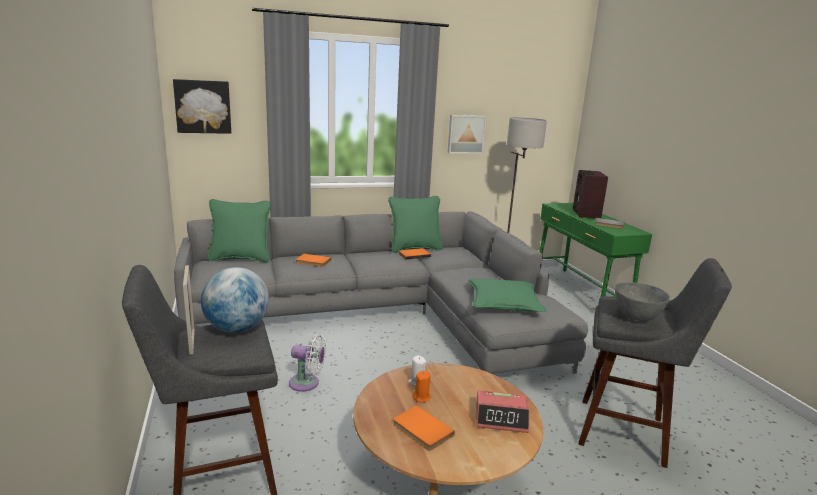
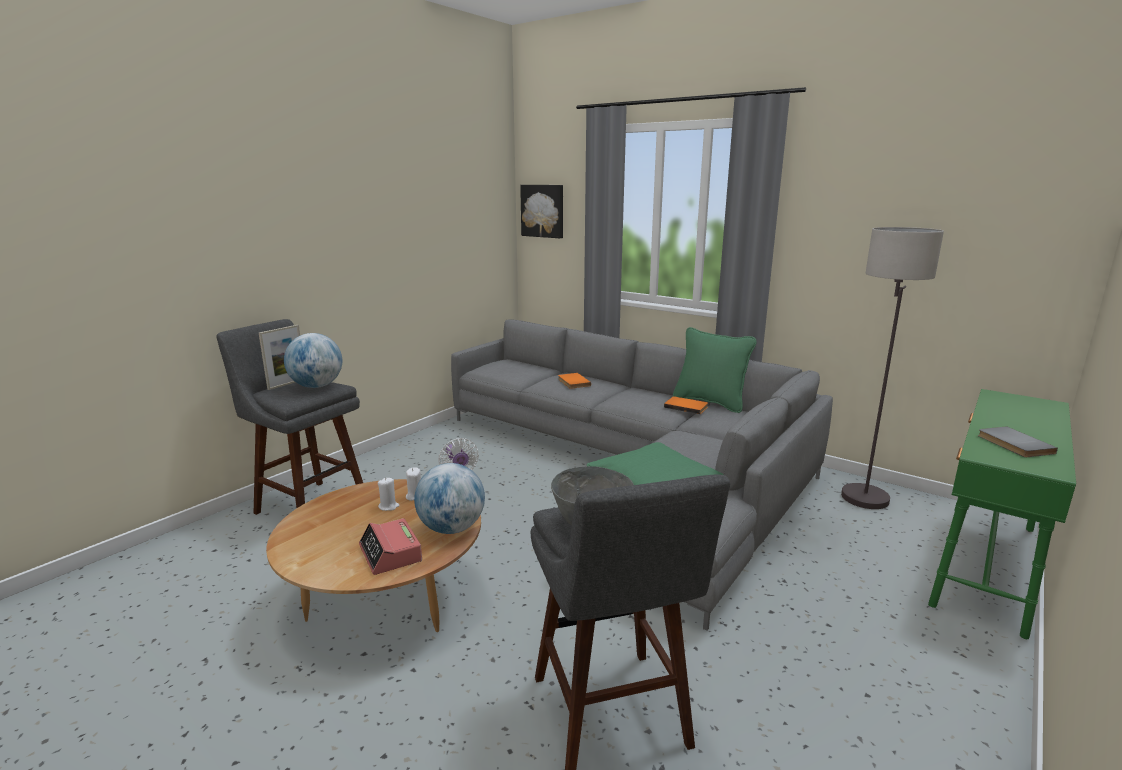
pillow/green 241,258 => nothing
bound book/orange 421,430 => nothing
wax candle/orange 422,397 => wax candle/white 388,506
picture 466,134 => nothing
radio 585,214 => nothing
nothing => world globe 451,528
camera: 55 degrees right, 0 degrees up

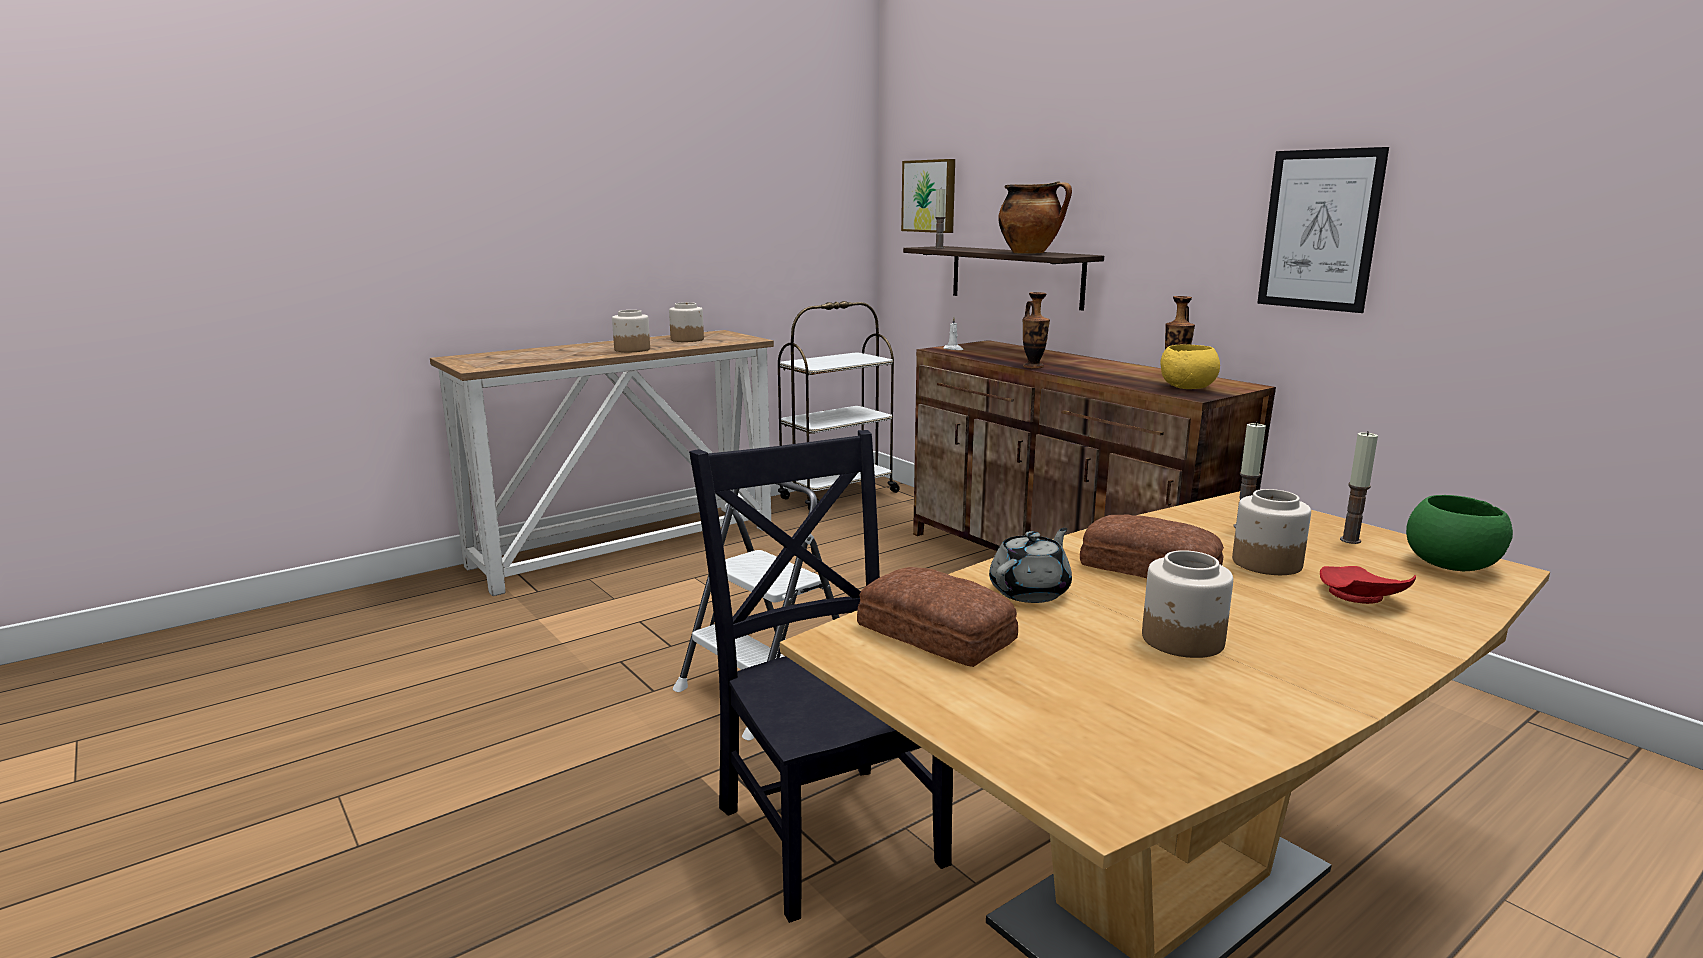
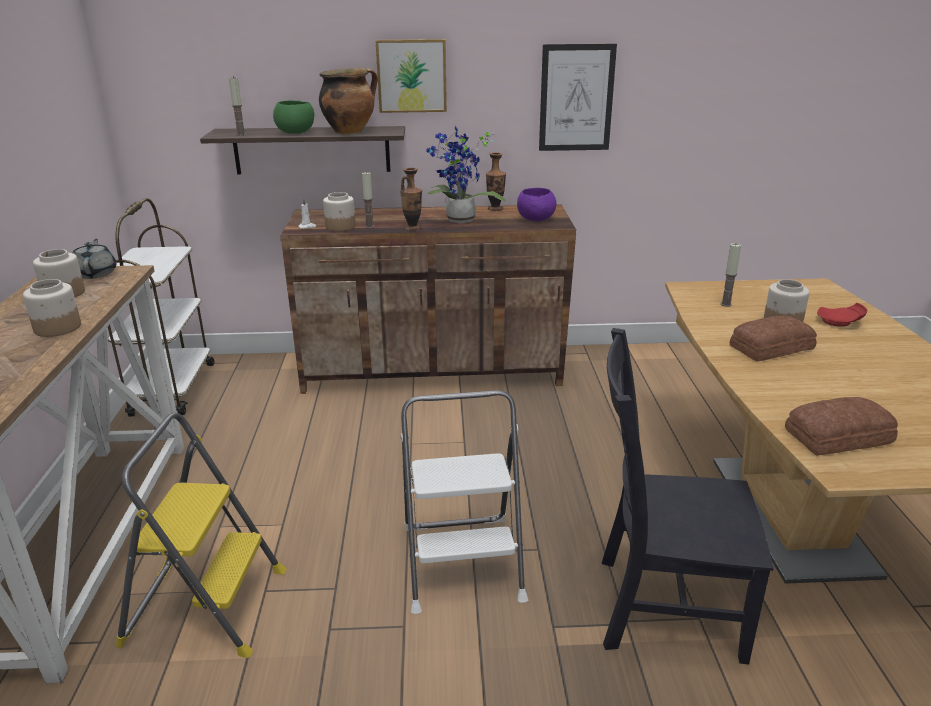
picture 930,196 => picture 412,75, move
pot for tea/gray 1030,591 => pot for tea/gray 96,273, move
storage jar 1183,640 => storage jar 341,227, move
serving bowl/yellowish 1186,387 => serving bowl/purplish 535,219
wax candle 1350,540 => wax candle 369,226, move
serving bowl/green 1452,566 => serving bowl/green 296,132, move
nothing => step stool/yellowish 199,605
nothing => plant in a pot 459,221
camera: 55 degrees left, 10 degrees up

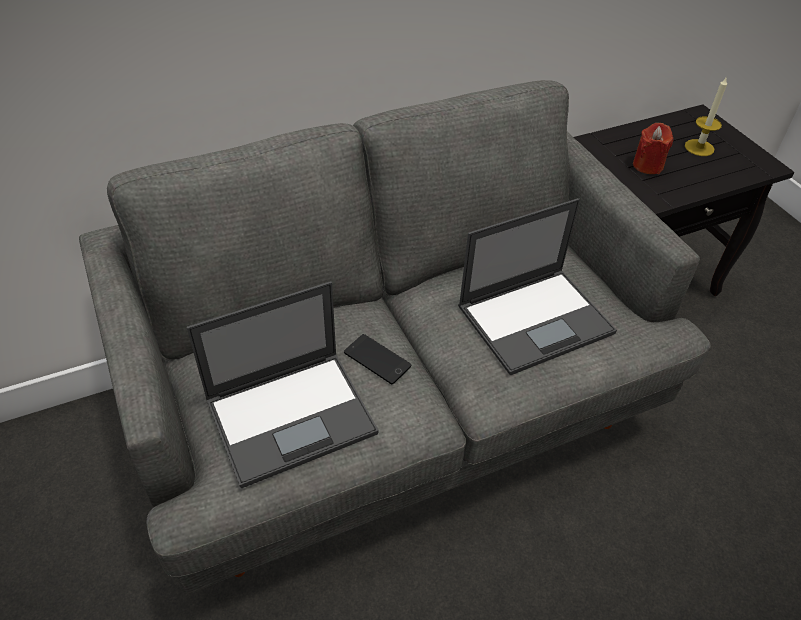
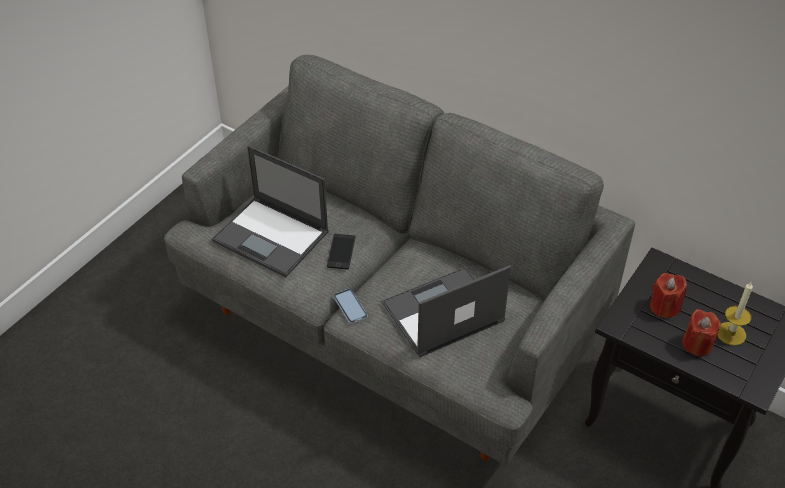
portable computer 536,319 => portable computer 441,313, 120 degrees clockwise
nothing => handset 350,307
nothing => wax candle/reddish 697,344
camera: 60 degrees right, 0 degrees up

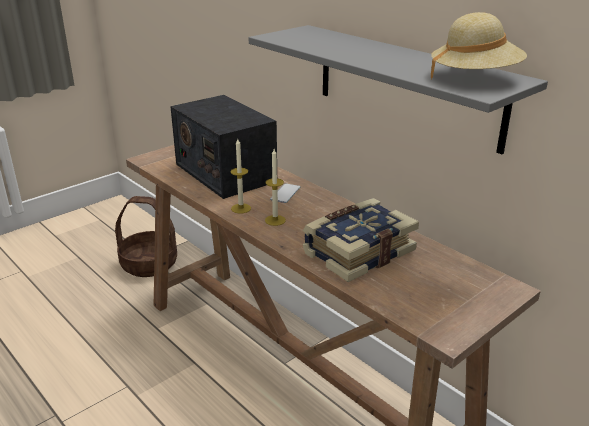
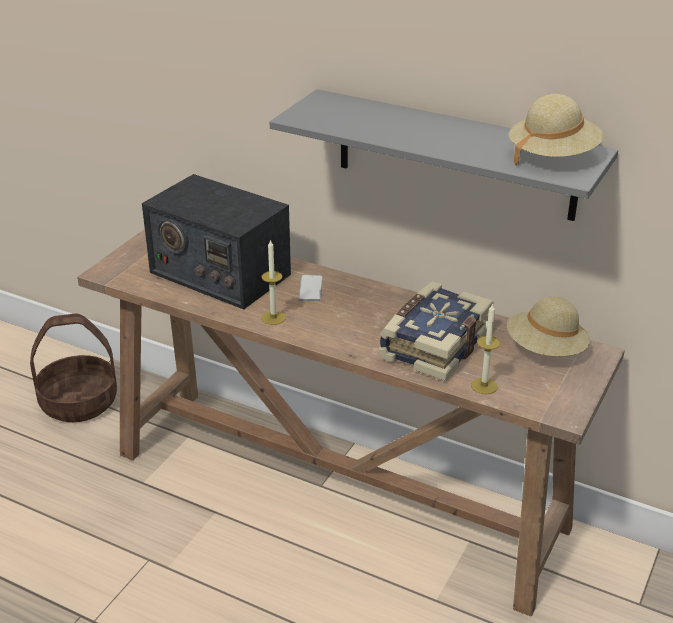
wax candle 275,220 => wax candle 484,386, move
nothing => hat/beige 545,350
camera: 20 degrees left, 5 degrees up

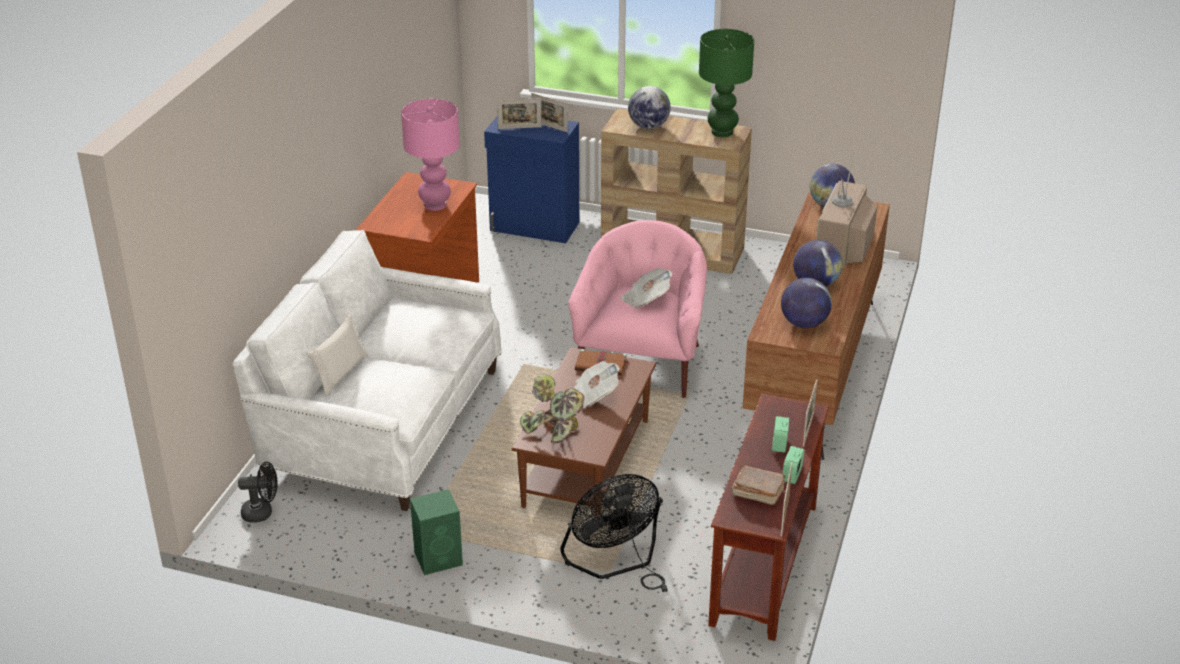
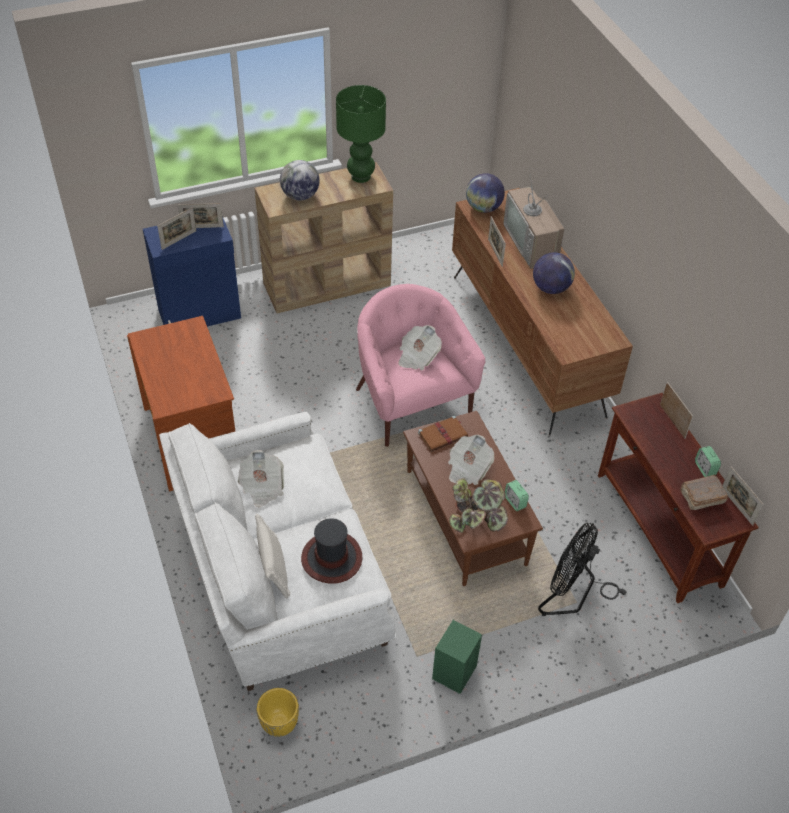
electric fan/black 262,512 => planter/yellowish 279,723
lamp for a table/pink-coloured 435,205 => nothing
alarm clock 779,445 => alarm clock 515,502, move
world globe 804,323 => nothing
nothing => printed paper 262,487
nothing => hat 332,558
nothing => photo frame 495,253
camera: 40 degrees left, 15 degrees up

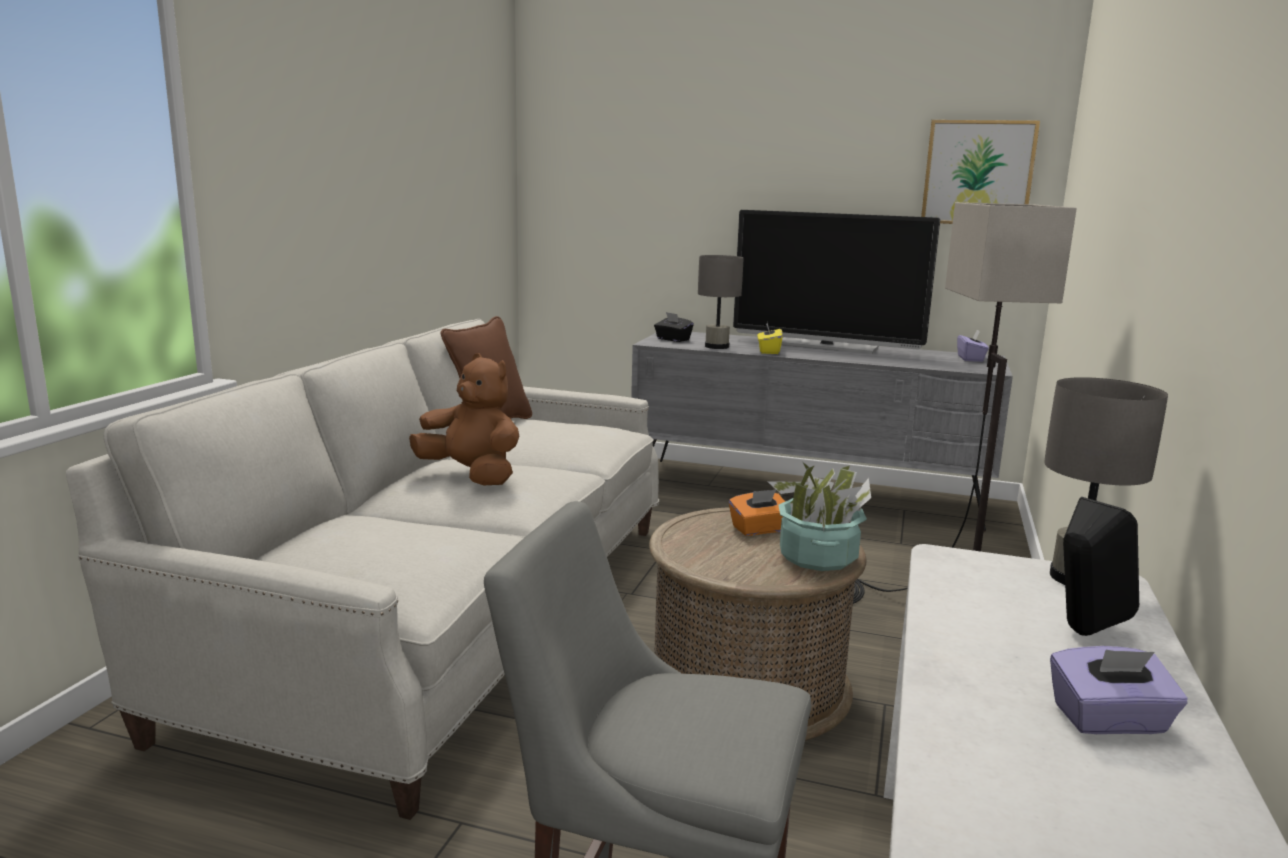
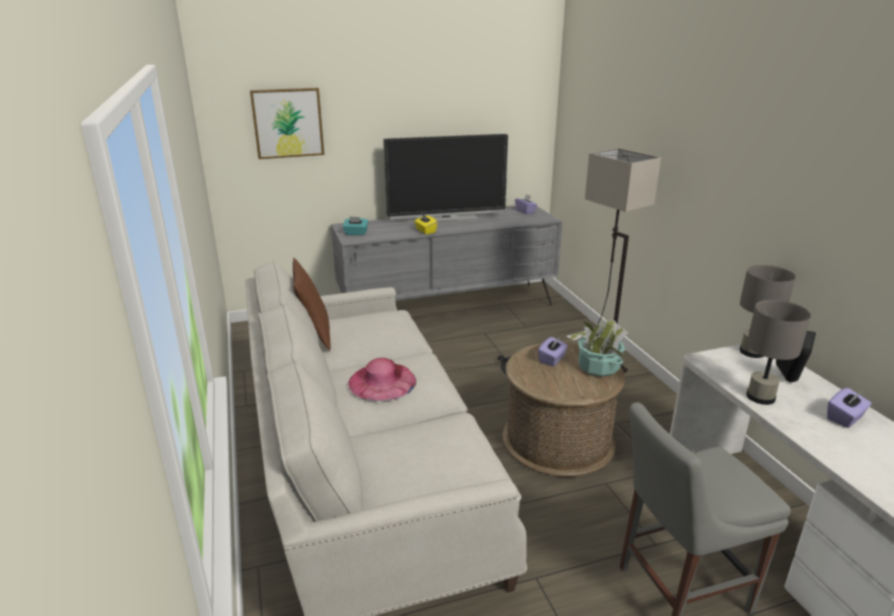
plush toy/brown 472,475 => hat/pink-coloured 382,381
tissue box/black 672,339 => tissue box/turquoise-coloured 356,233
lamp for a table/gray 716,346 => lamp for a table/gray 759,397, move
tissue box/orange 759,529 => tissue box/purplish 552,359
picture 978,173 => picture 288,123, move
camera: 35 degrees left, 10 degrees up

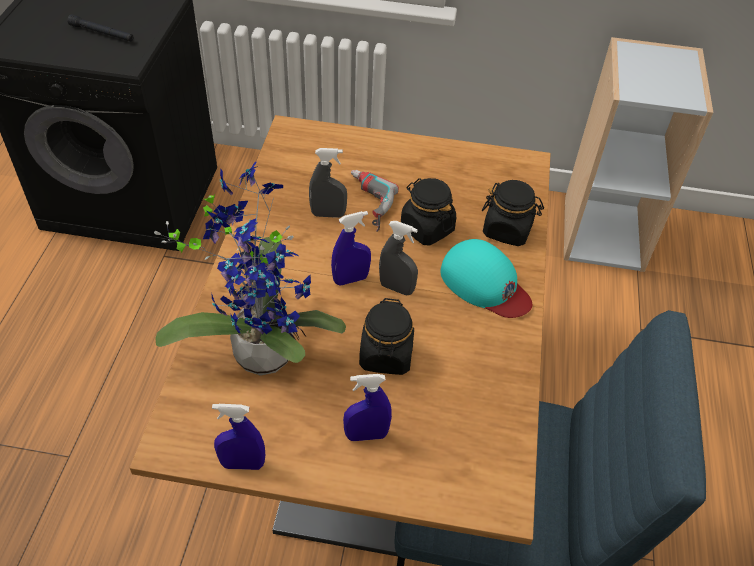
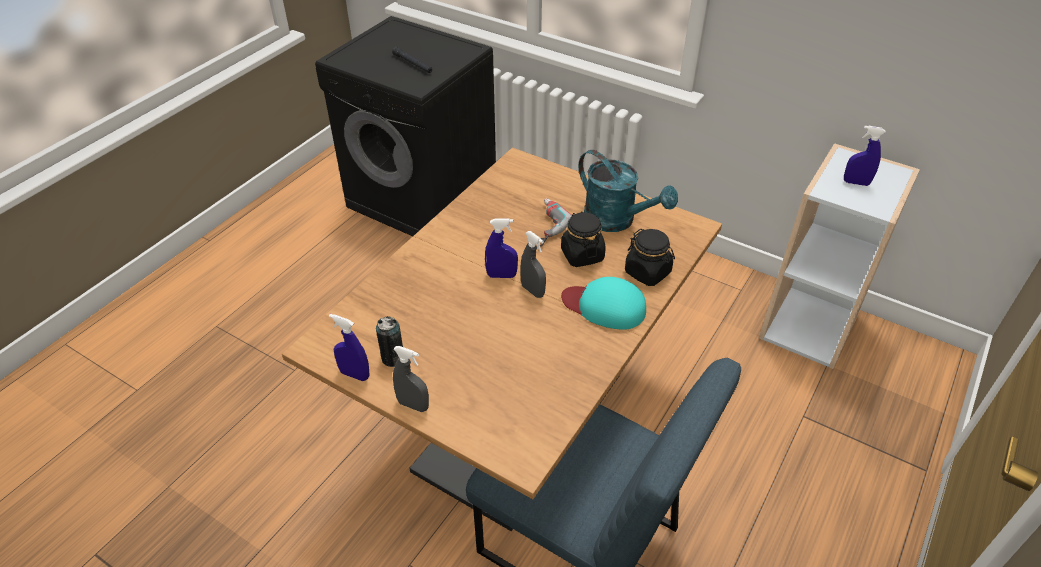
plant in a pot 261,347 => nothing
sprayer/gray 328,214 => sprayer/gray 413,405, move
sprayer/blue 366,435 => sprayer/blue 856,183, move
storage jar/black 386,355 => nothing
cap/turquoise-coloured 485,284 => cap/turquoise-coloured 604,306, 135 degrees clockwise
nothing => sealed can 393,358
nothing => watering pot/turquoise-coloured 617,221
camera: 25 degrees right, 5 degrees down

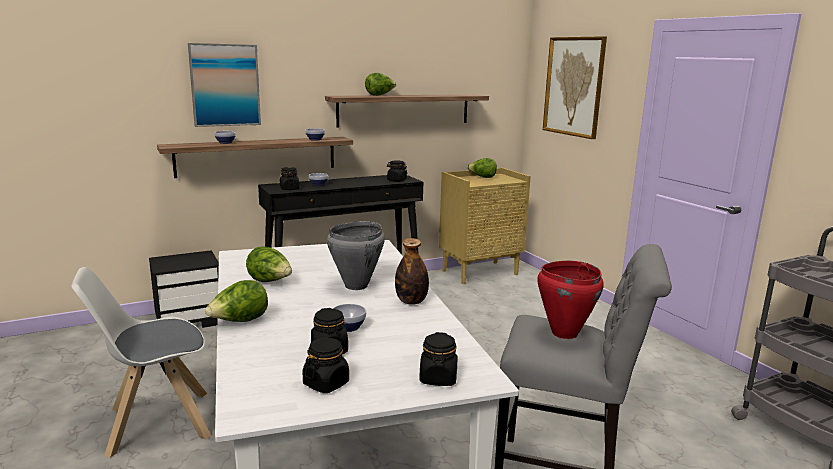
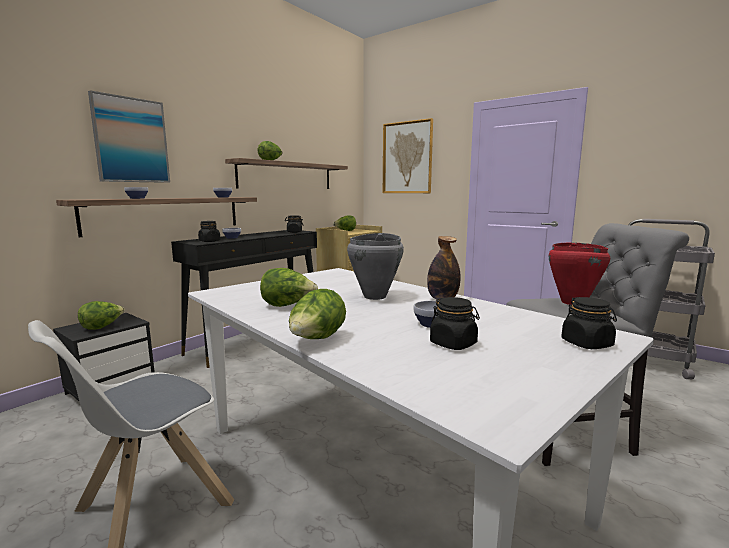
storage jar/black 326,383 => nothing
nothing => lettuce head 102,327
camera: 25 degrees left, 5 degrees down

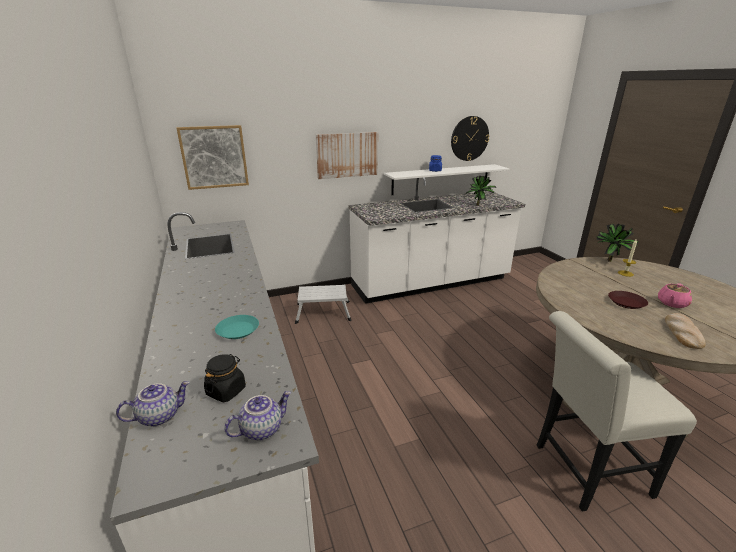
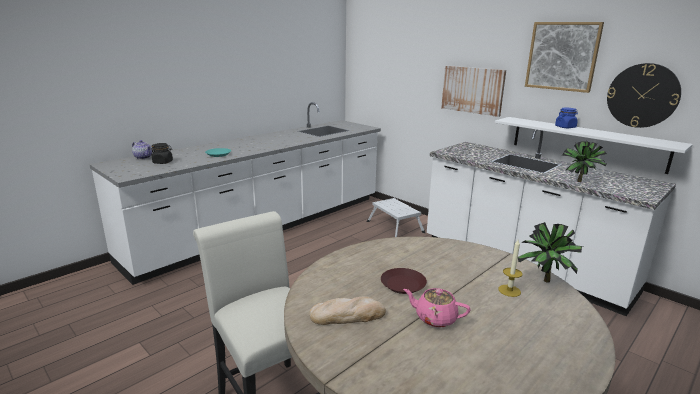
picture 214,157 => picture 562,56, move
pot for tea 262,429 => nothing
camera: 65 degrees right, 5 degrees down

